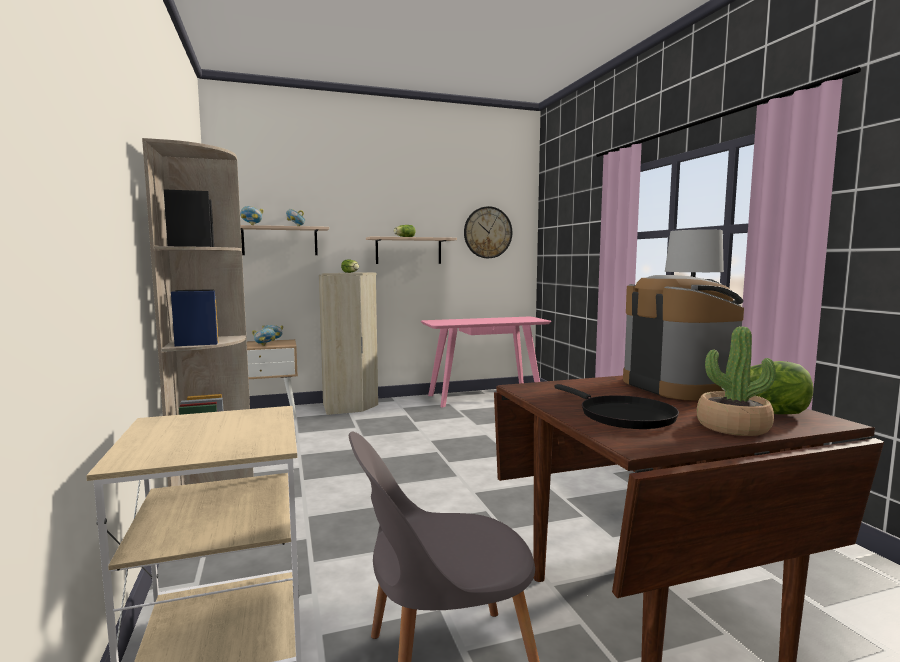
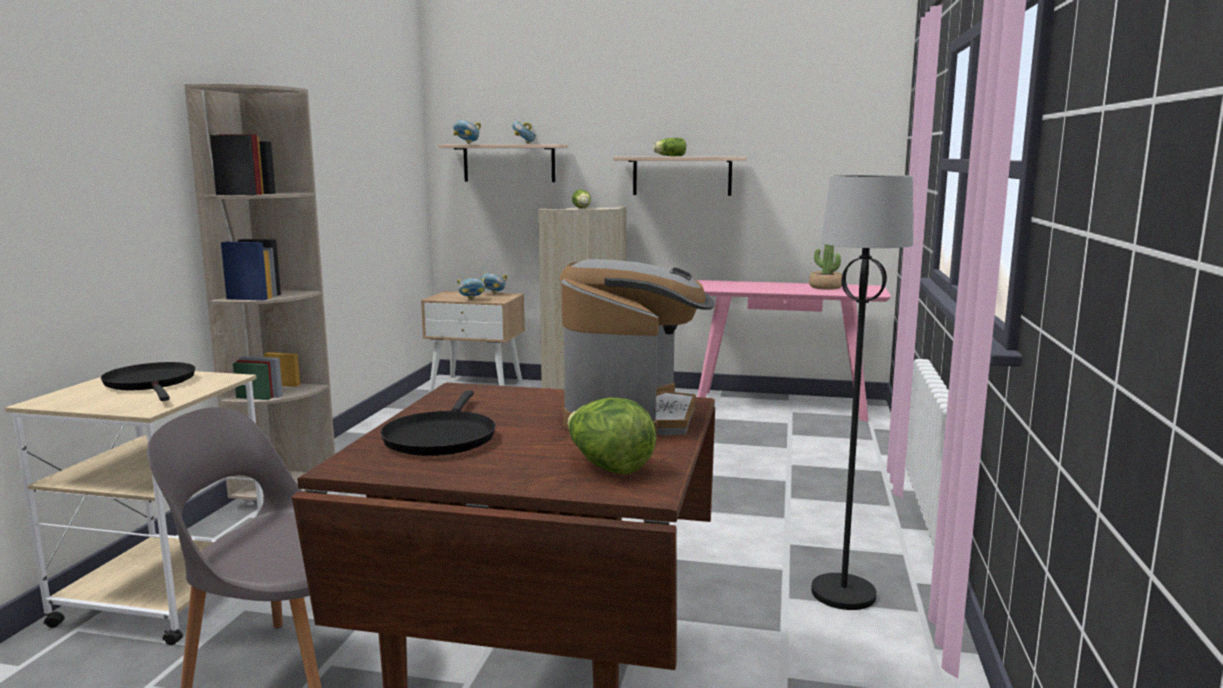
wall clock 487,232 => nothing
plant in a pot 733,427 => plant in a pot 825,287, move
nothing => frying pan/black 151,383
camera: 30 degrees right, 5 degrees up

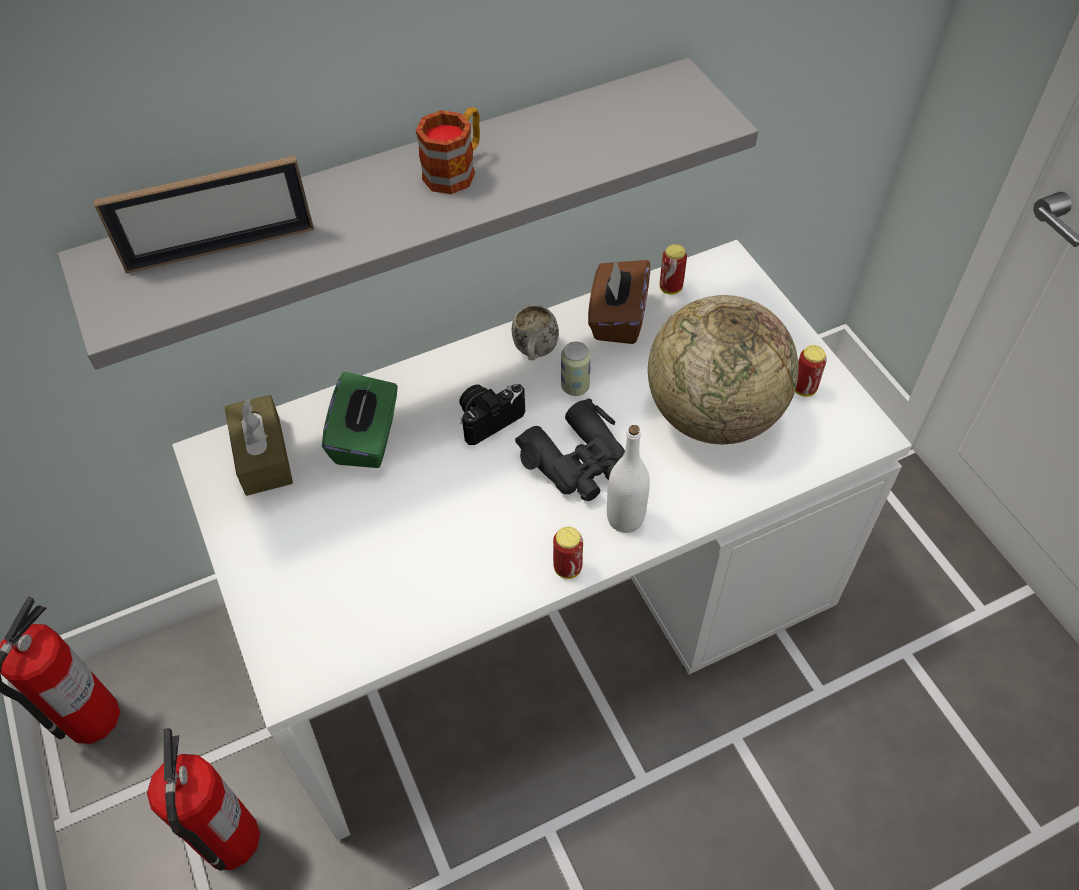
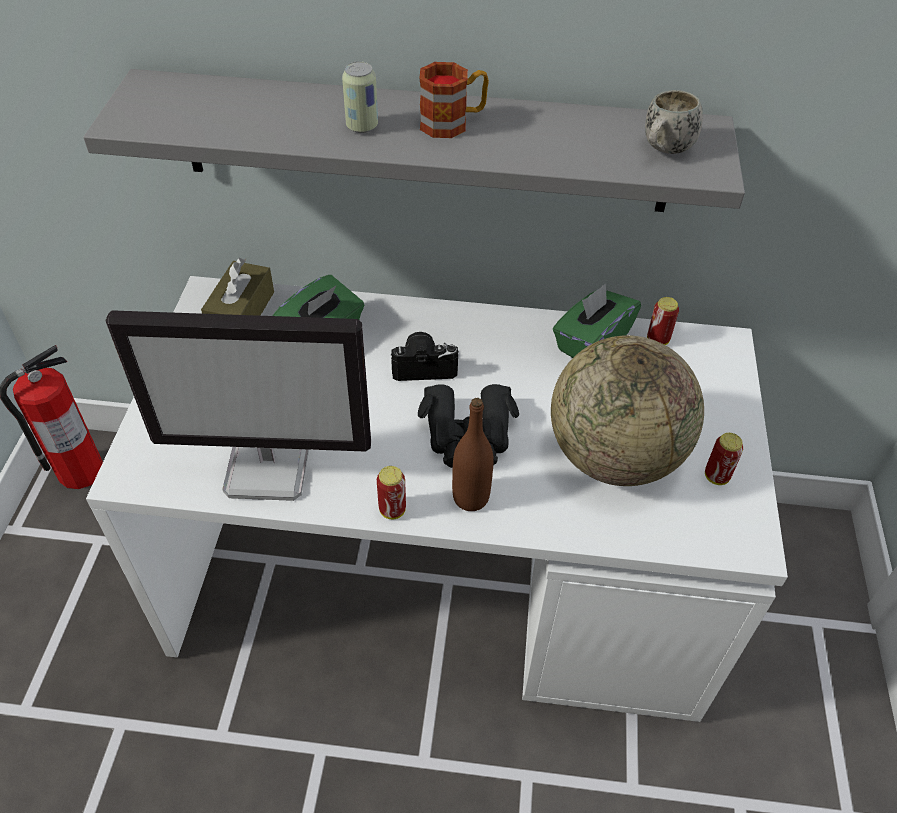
photo frame 221,248 => nothing
extinguisher 230,841 => nothing
mug/white 535,353 => mug/white 663,151, move
sealed can 575,386 => sealed can 362,126, move
tissue box/brown 617,318 => tissue box/green 591,342
beverage bottle/white 625,518 => beverage bottle/brown 470,497
nothing => computer display 270,467
camera: 30 degrees right, 5 degrees down

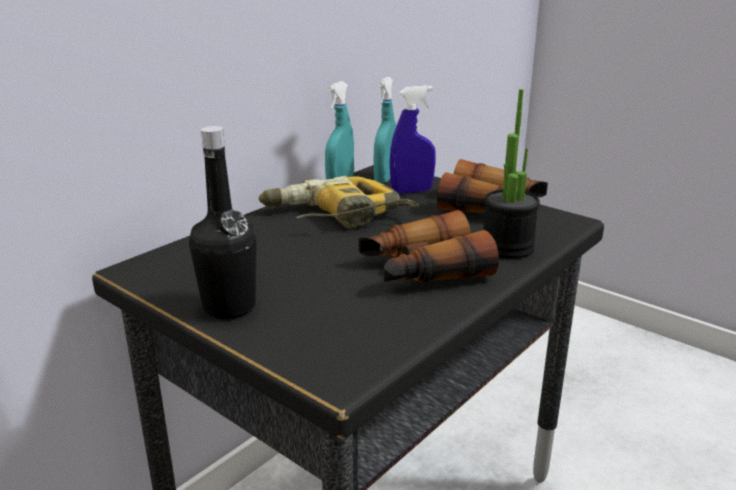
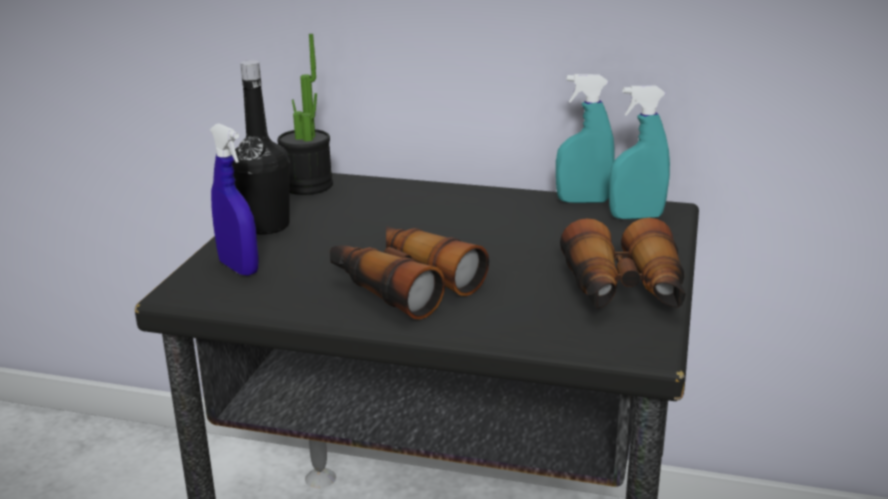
drill 336,216 => nothing
sprayer/blue 411,191 => sprayer/blue 239,268, move
plant in a pot 507,247 => plant in a pot 307,185, move
camera: 65 degrees right, 0 degrees up

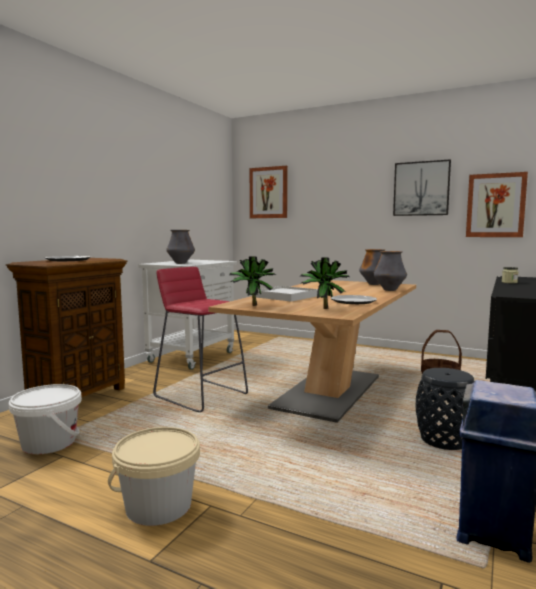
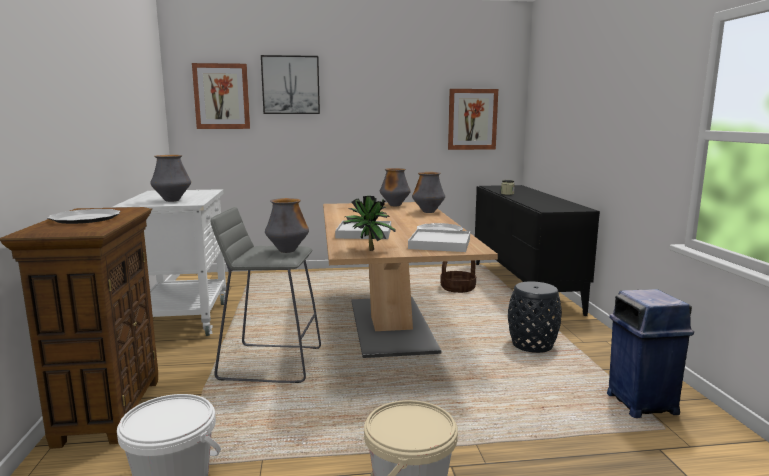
stool seat/reddish 201,395 => stool seat/gray 270,363
plant in a pot 323,308 => tray/white 439,244
picture 421,188 => picture 290,85, move
nothing => flower vase 287,251
camera: 35 degrees left, 5 degrees up

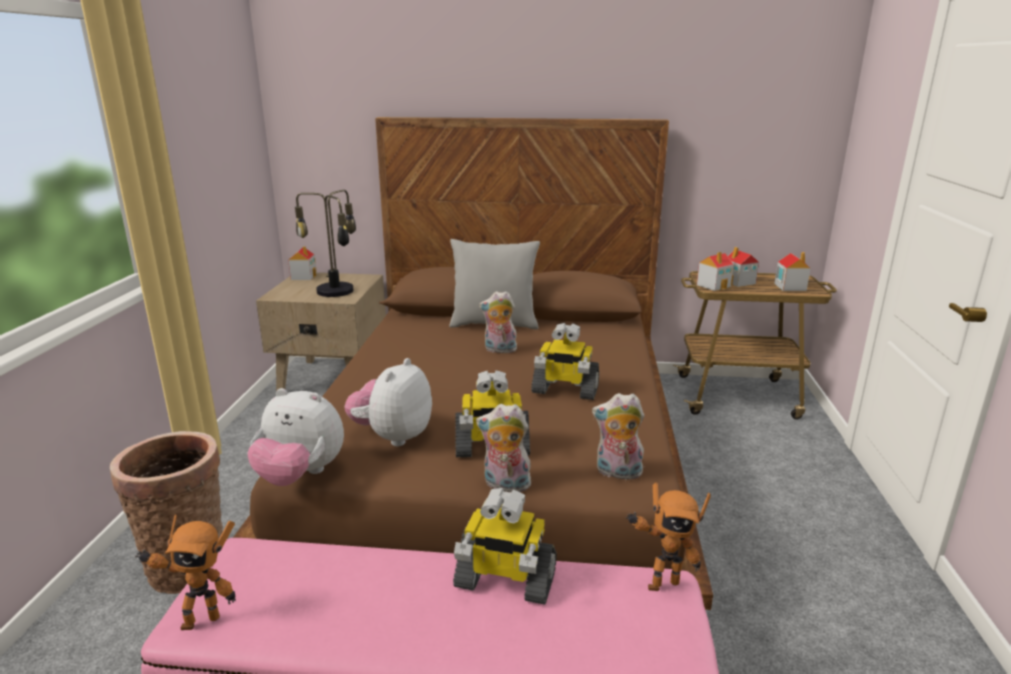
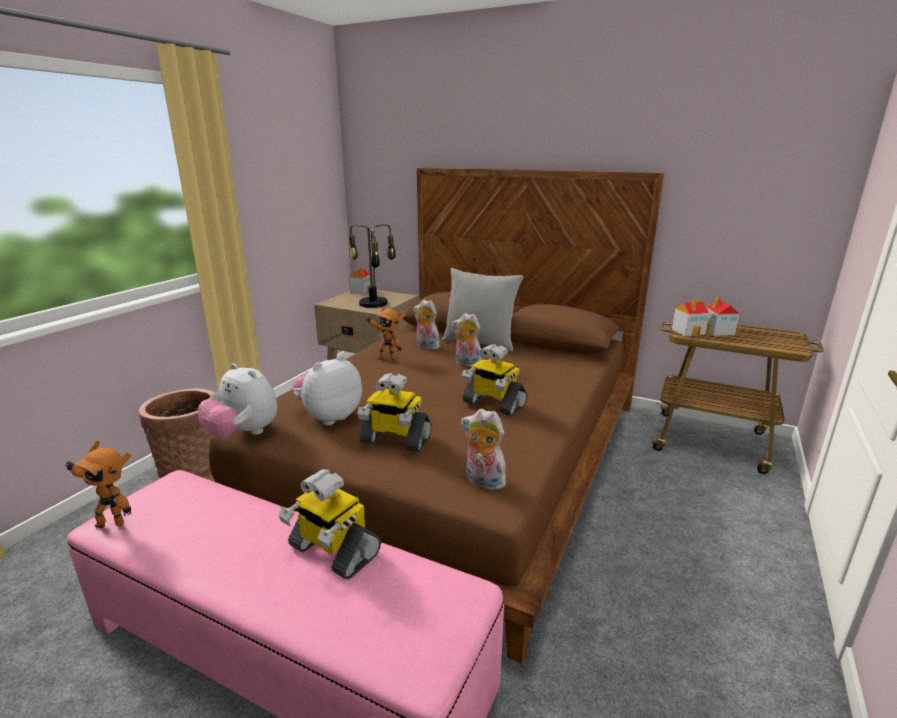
plush toy 505,485 => plush toy 426,346, move
toy robot 661,582 => toy robot 386,358, move
toy house 789,287 => nothing
camera: 20 degrees right, 0 degrees up

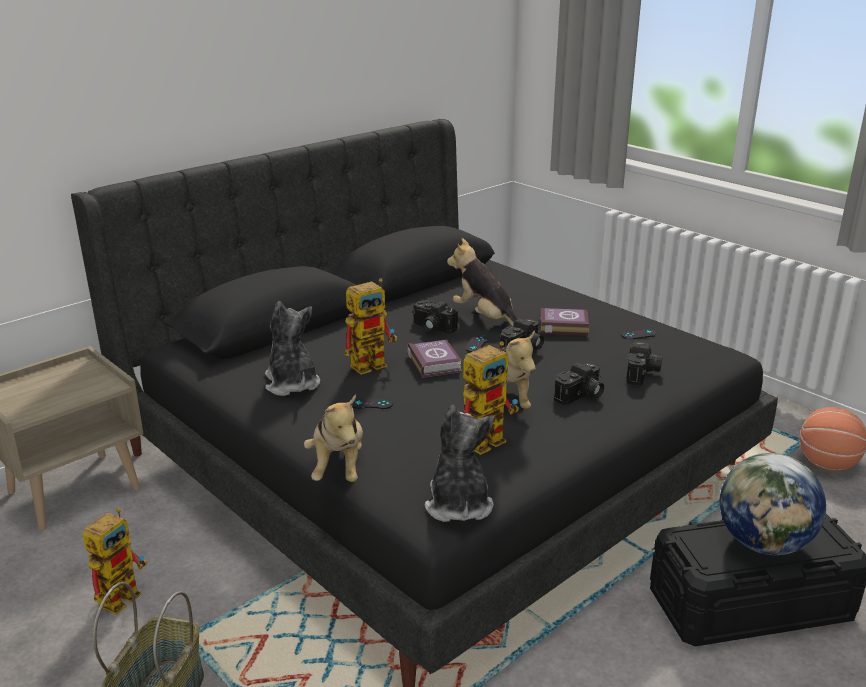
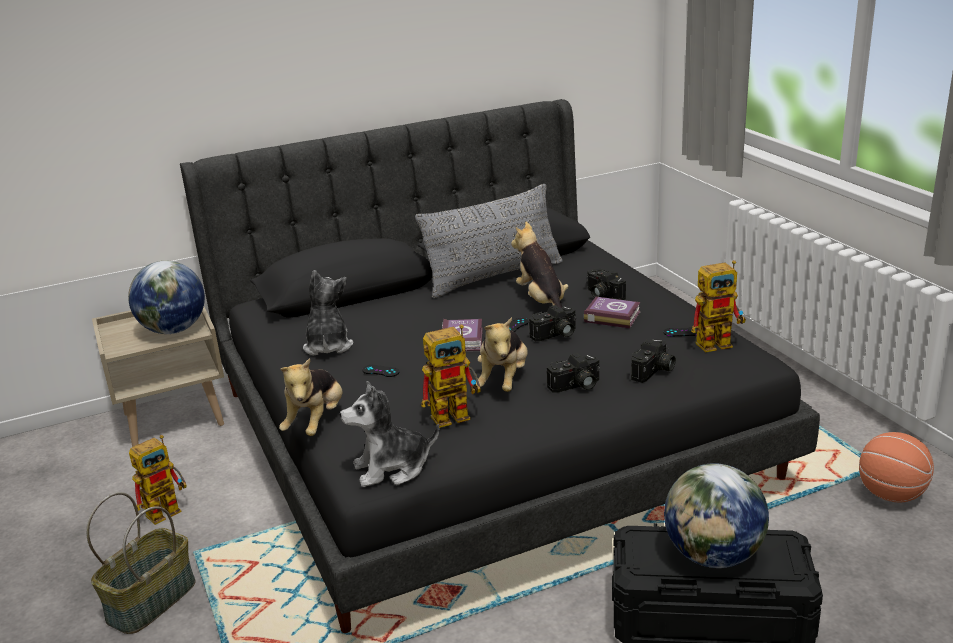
toy robot 373,363 => toy robot 719,342, move
still camera 432,327 => still camera 602,295, move
plush toy 458,504 => plush toy 392,468, 120 degrees counterclockwise
nothing => world globe 173,330
nothing => pillow/gray 494,276
camera: 20 degrees right, 0 degrees up

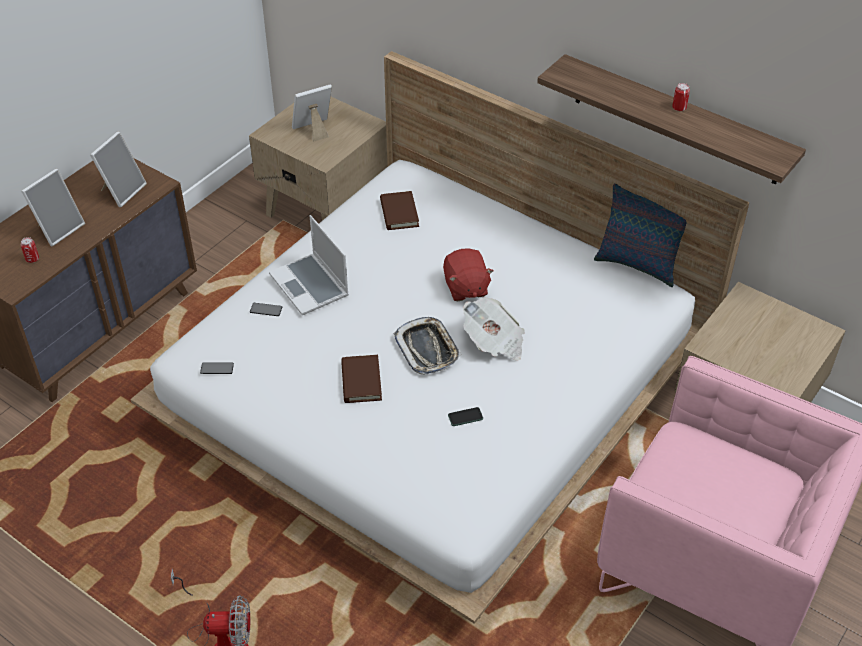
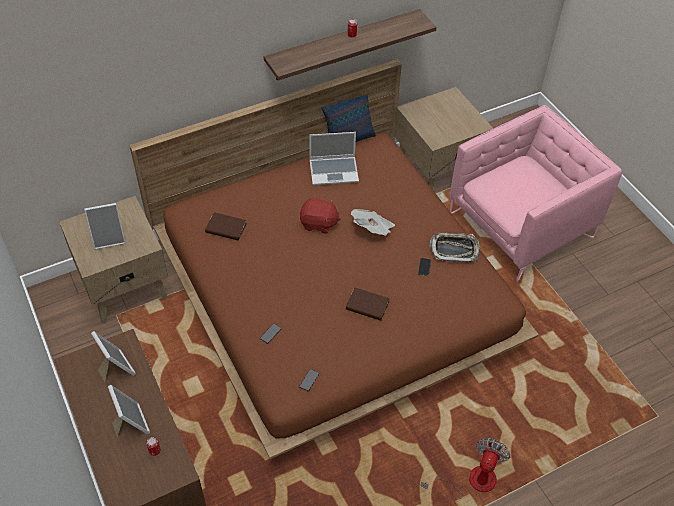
bed/white 431,394 => bed/brown 335,297
portable computer 310,286 => portable computer 334,171, move
photo frame 314,130 => photo frame 109,238, 105 degrees counterclockwise
tray 427,349 => tray 454,249, move
camera: 65 degrees left, 5 degrees up

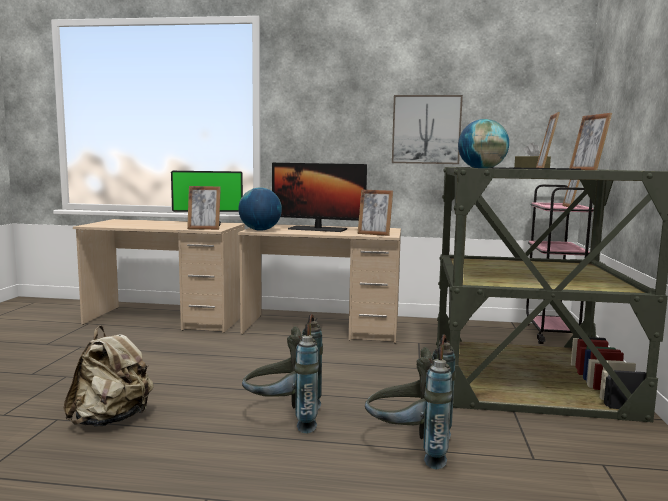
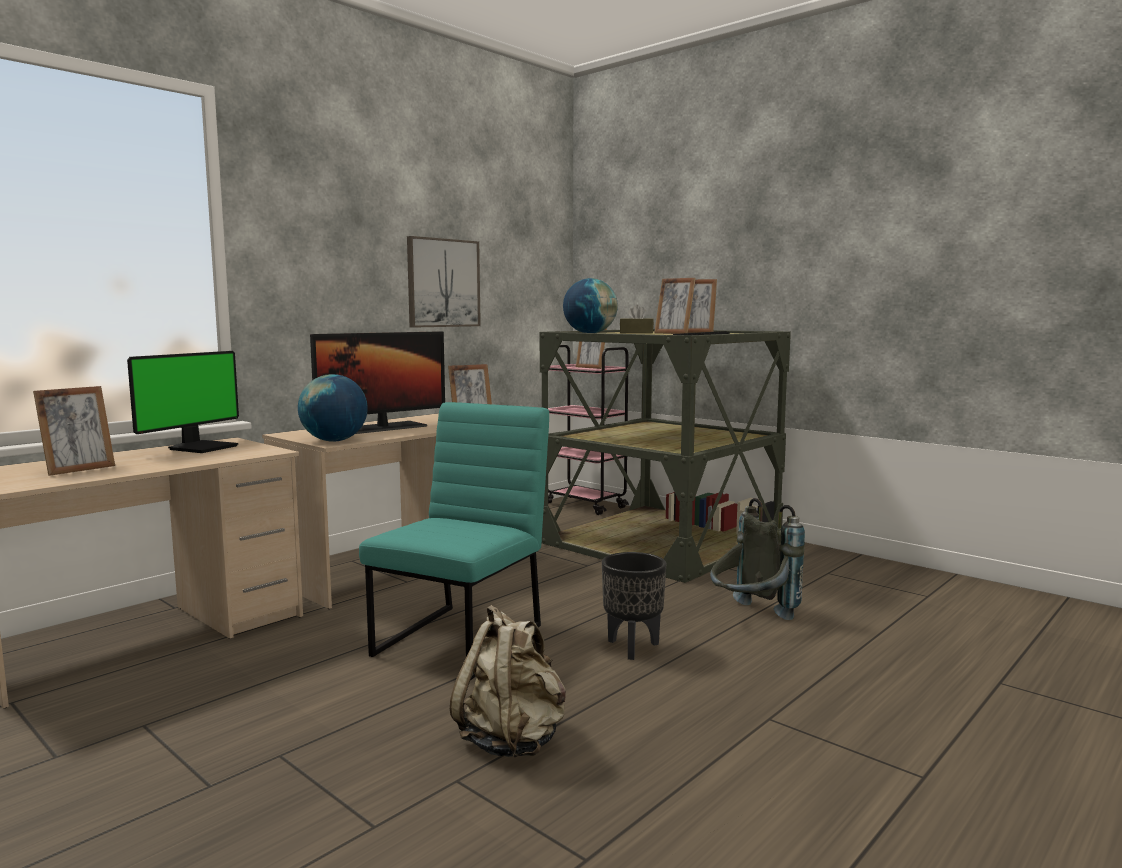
photo frame 204,229 => photo frame 79,469, move
backpack/gray 284,419 => planter/black 633,647
nothing => upright chair/turquoise-coloured 462,638
camera: 55 degrees left, 0 degrees up

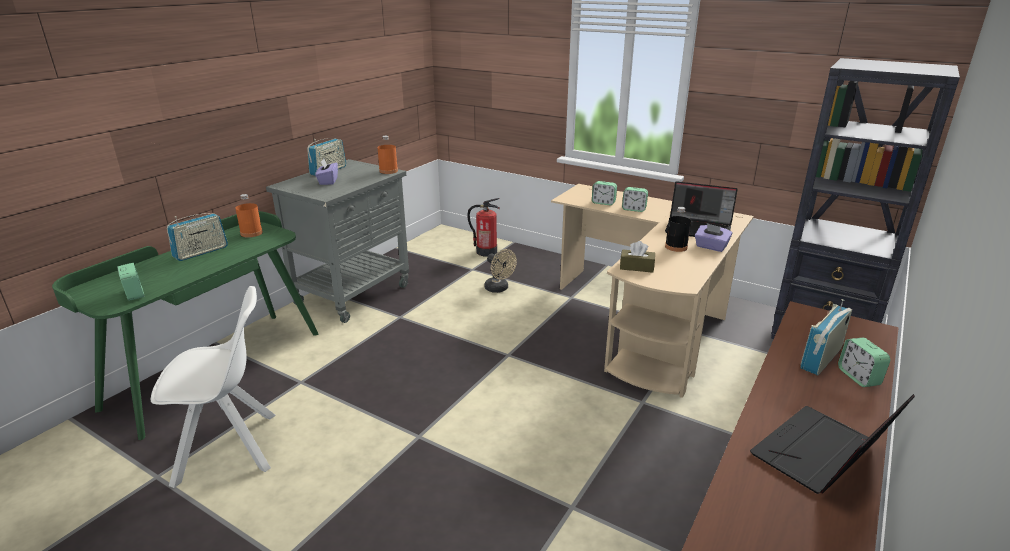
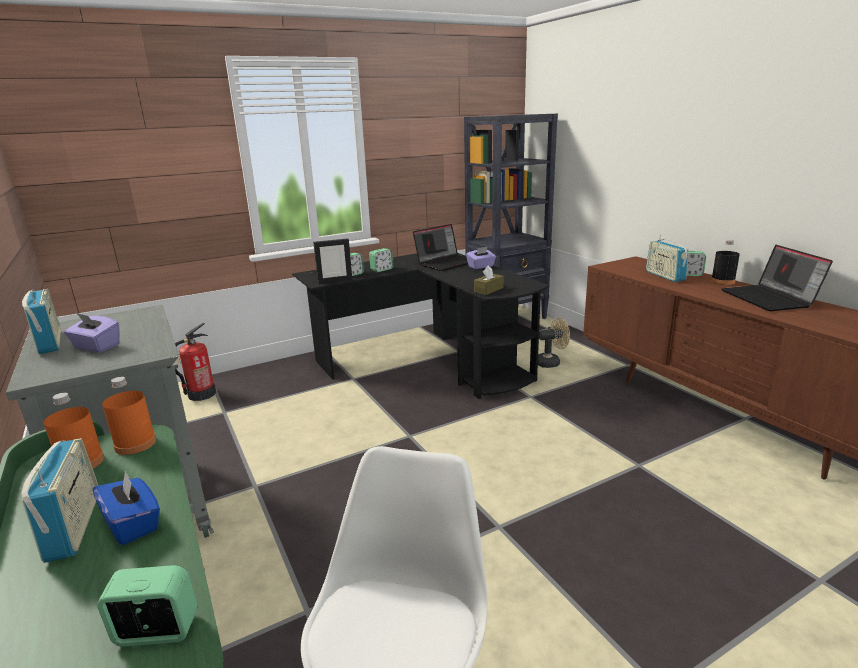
beverage bottle/orange 388,171 => beverage bottle/orange 135,444, move
electric fan/beige 499,289 => electric fan/beige 551,362, move
desk/beige 648,321 => desk/black 428,360
beverage bottle/black 676,247 => beverage bottle/black 722,281, move
nothing => tissue box/blue 133,524
nothing => photo frame 335,281
camera: 60 degrees left, 5 degrees down

